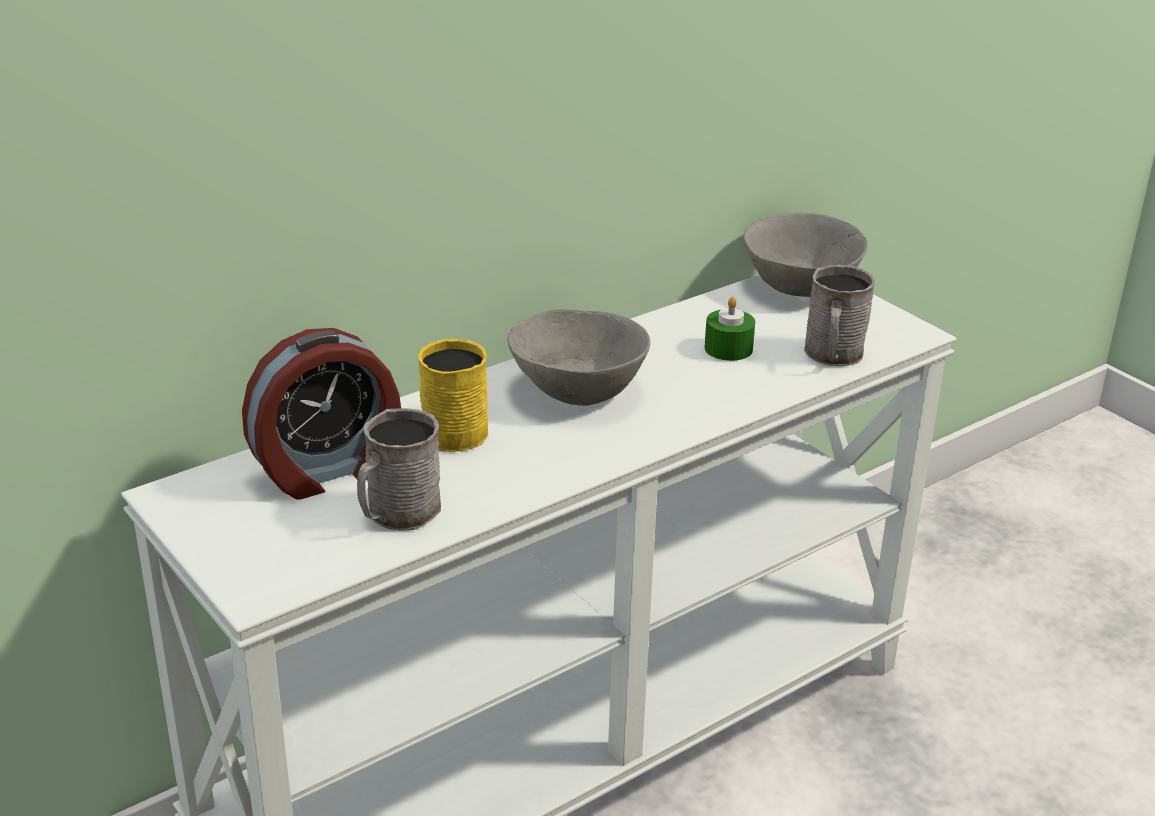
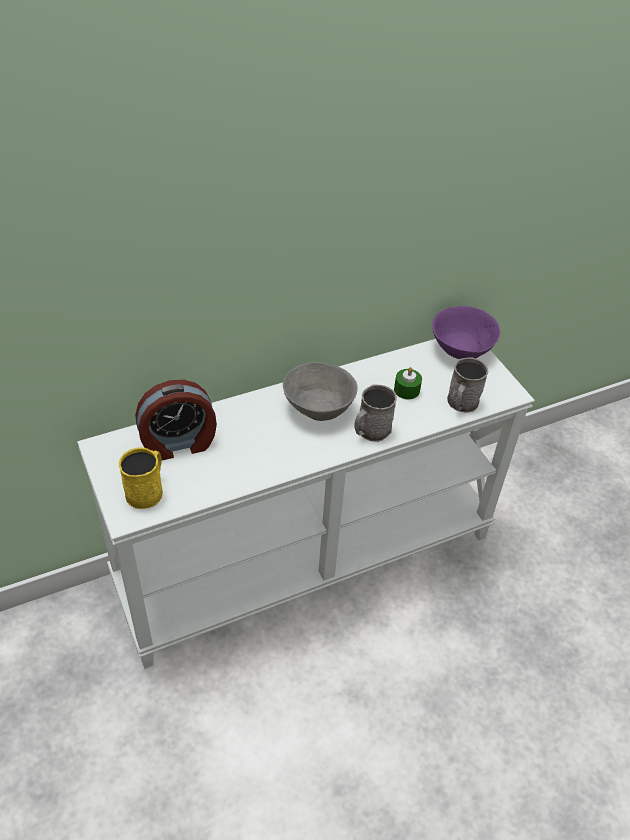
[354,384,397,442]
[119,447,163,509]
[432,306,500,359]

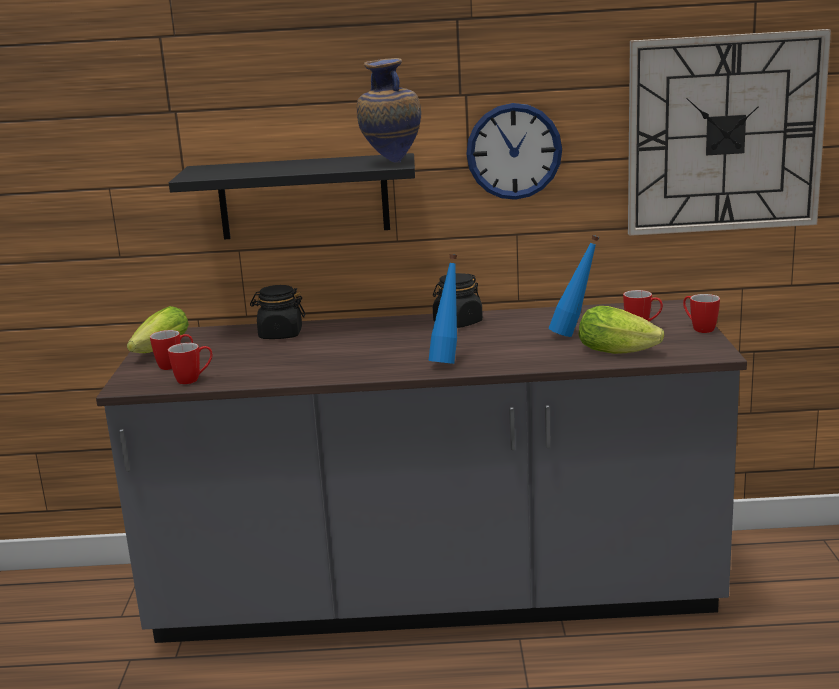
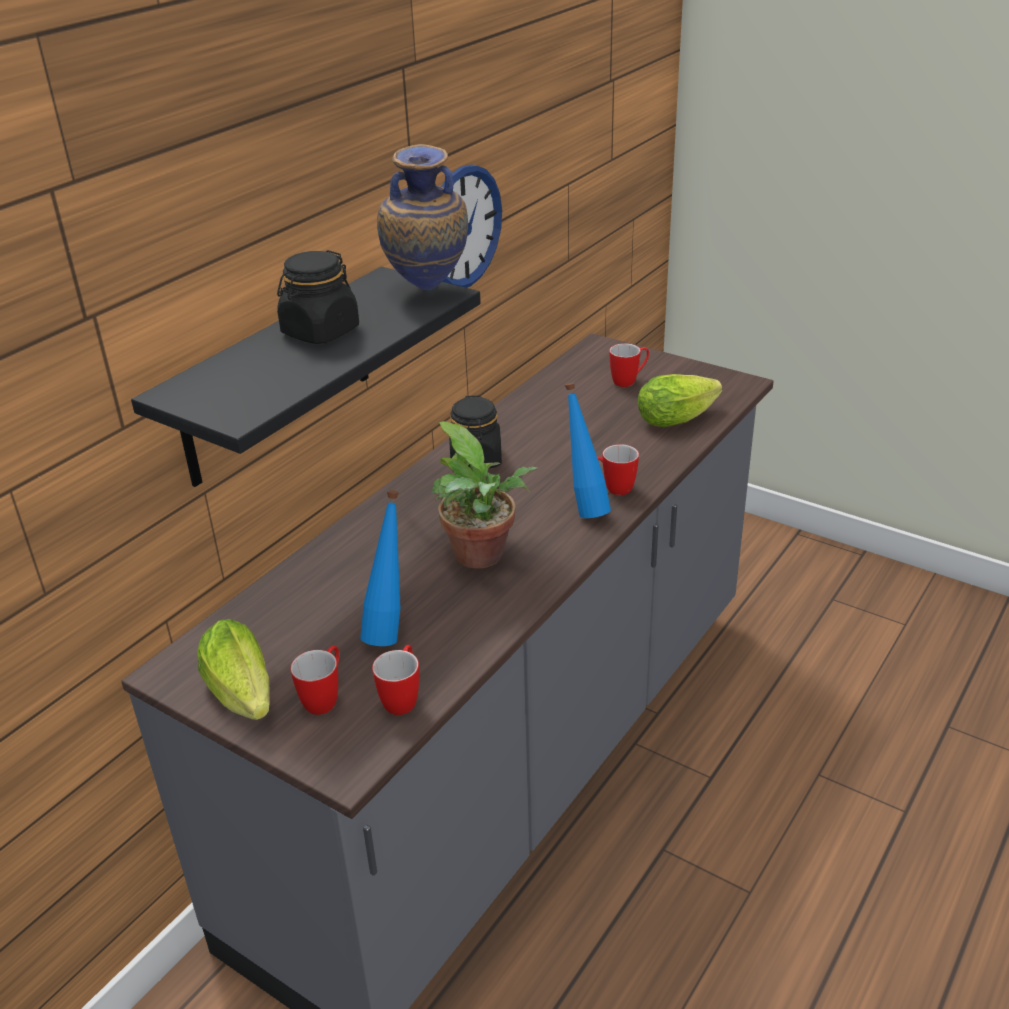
[277,250,359,344]
[360,490,400,646]
[628,29,831,236] (first image)
[597,444,639,495]
[432,421,538,568]

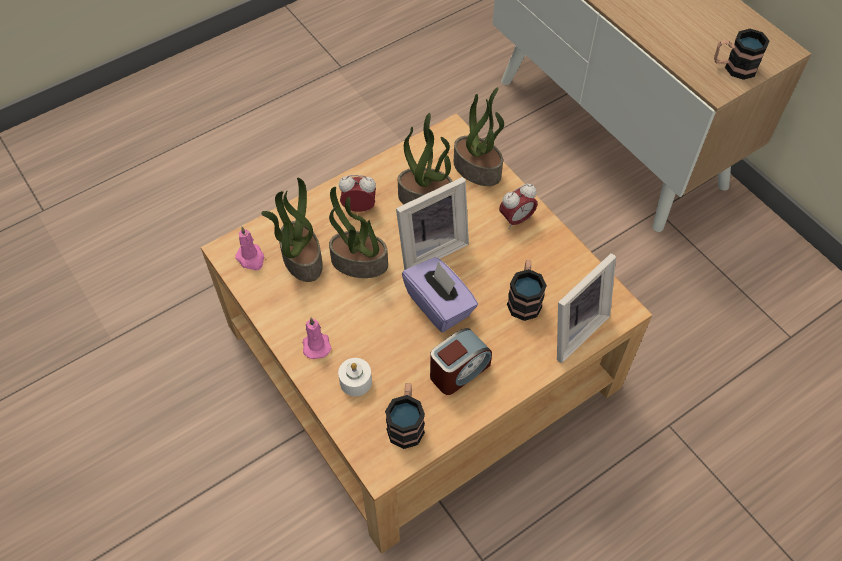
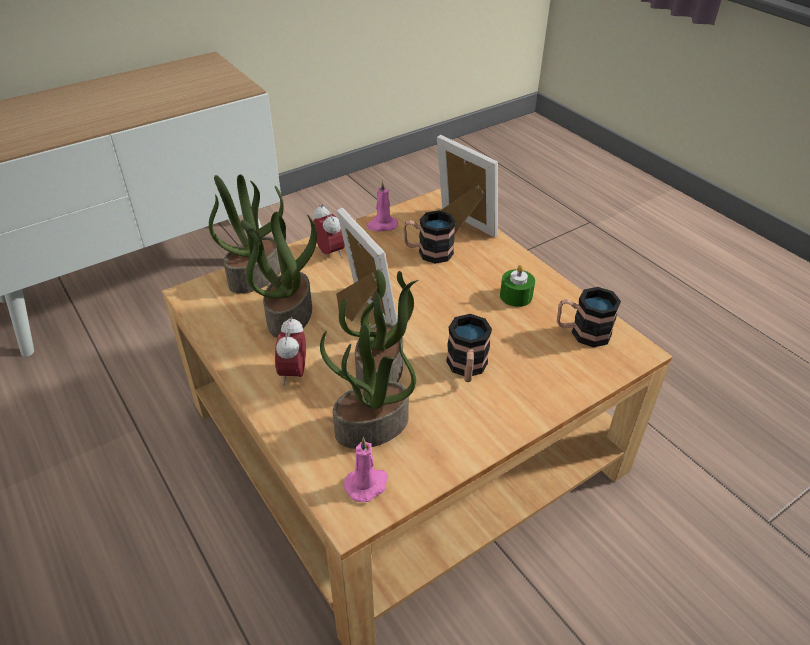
[366,180,398,232]
[338,358,372,396] (first image)
[402,257,478,333] (first image)
[500,265,535,307]
[446,314,492,382]

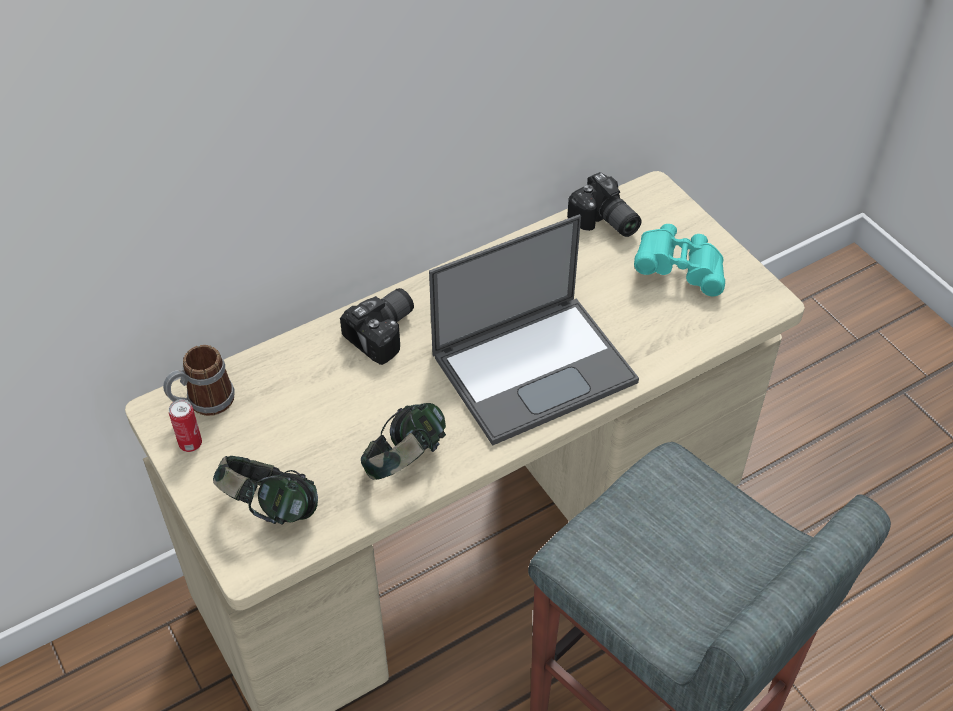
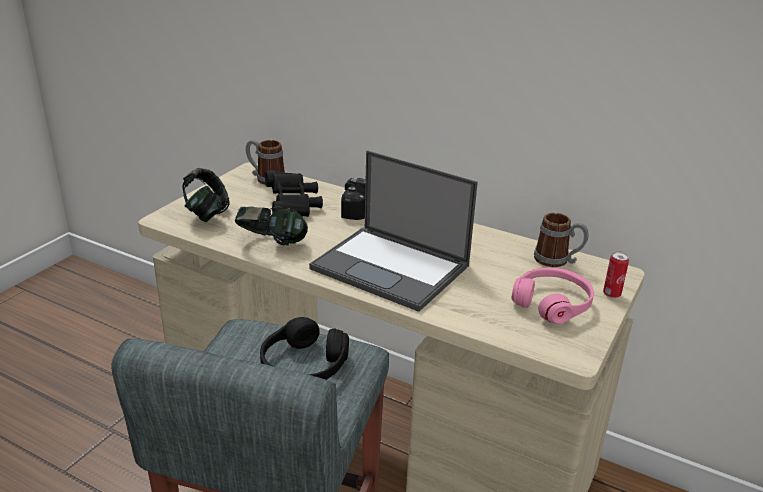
[603,251,629,298]
[534,213,589,267]
[512,268,594,324]
[260,317,349,380]
[265,170,323,217]

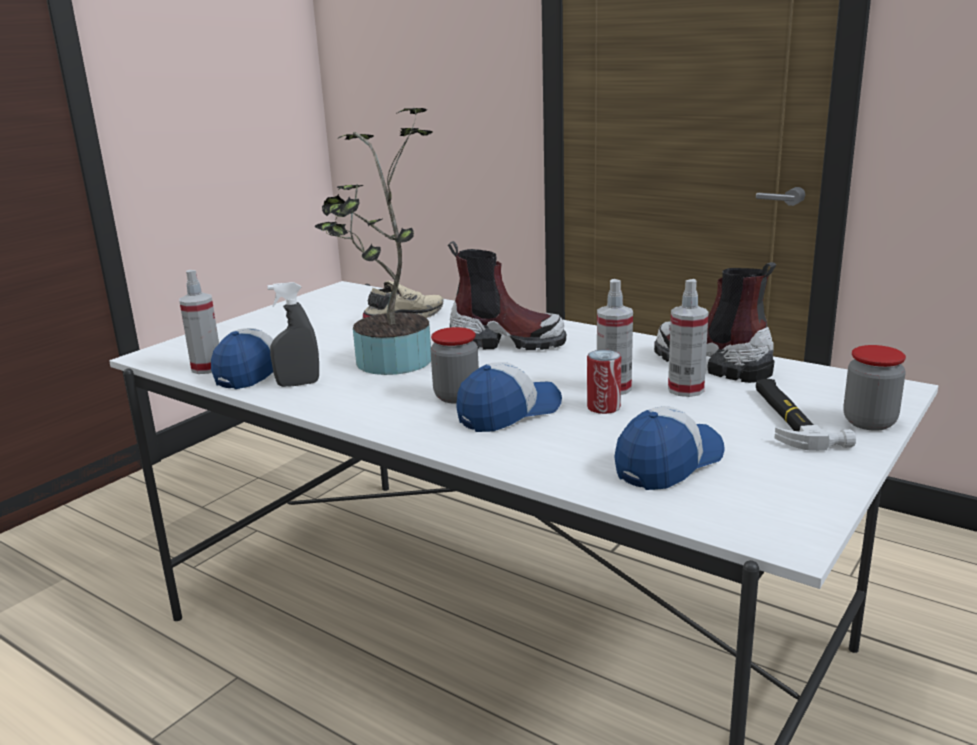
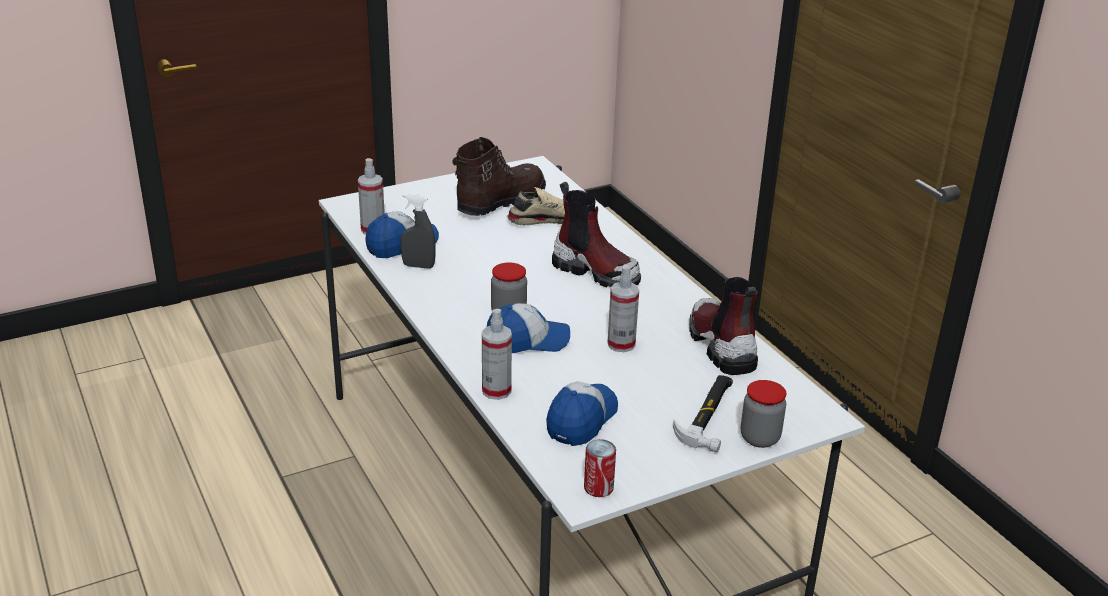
[315,108,433,375] (first image)
[584,439,616,497]
[546,381,618,446]
[482,309,512,400]
[452,137,546,216]

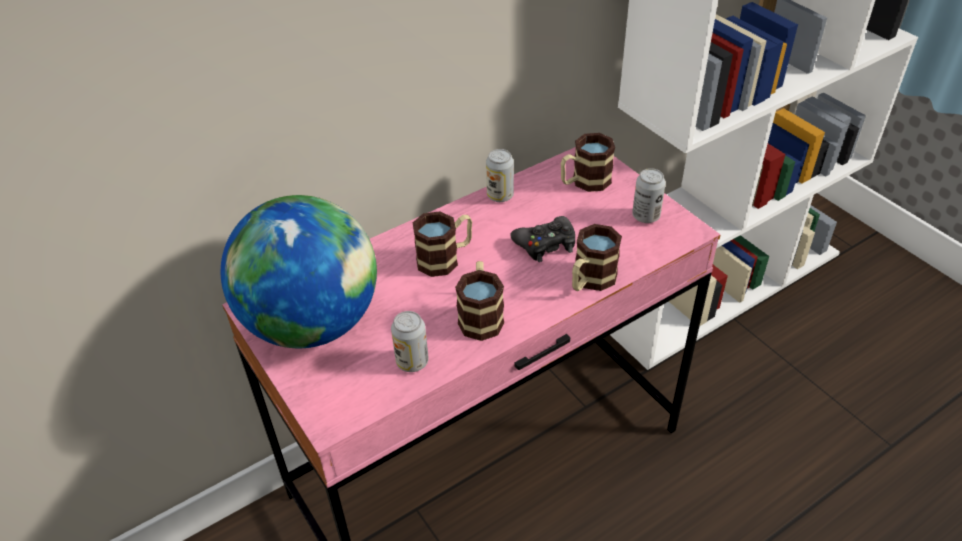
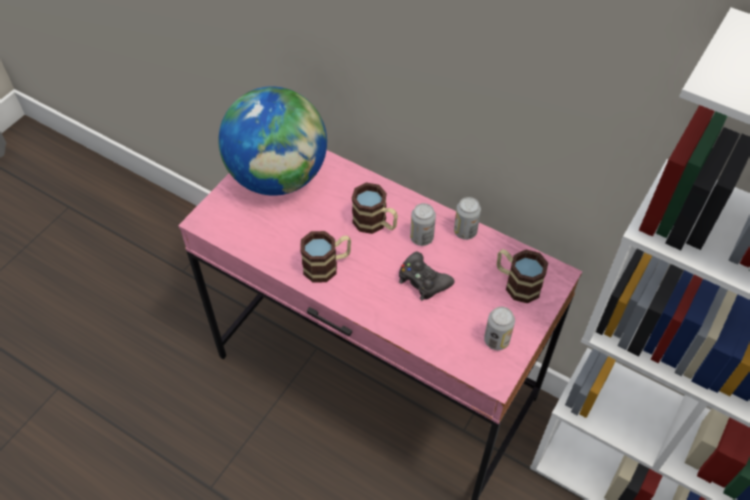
[410,203,436,246]
[572,224,622,291] (first image)

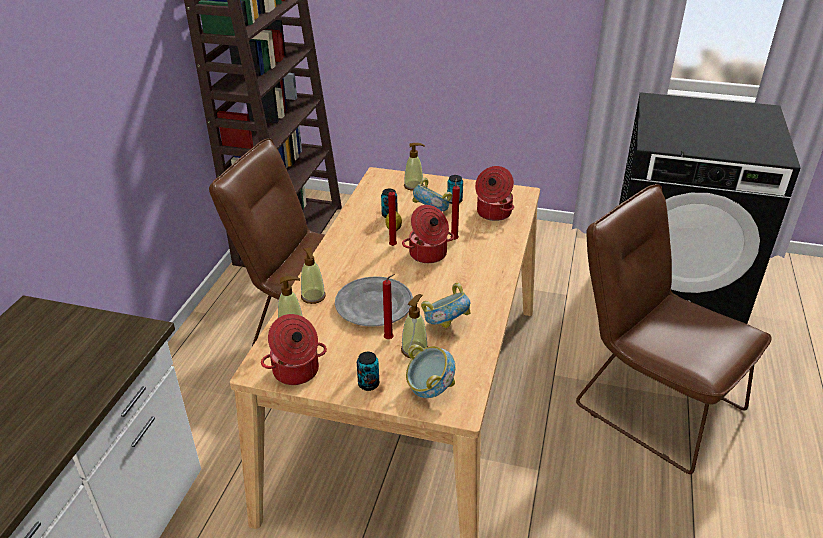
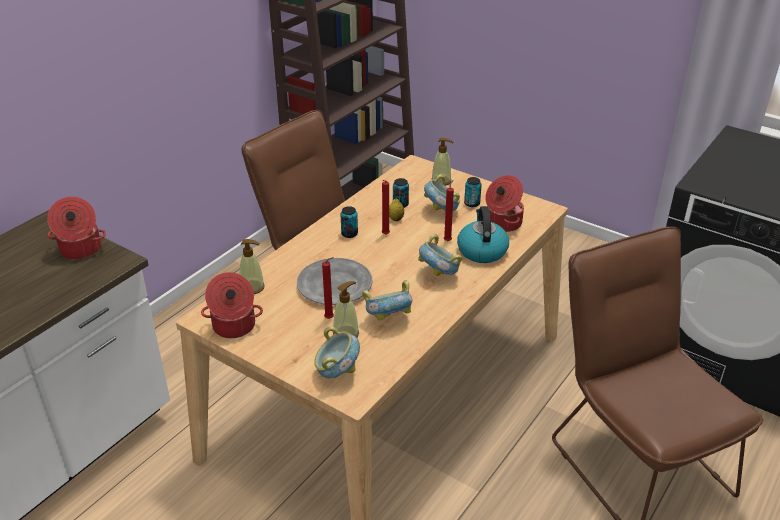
[301,247,326,304] (first image)
[341,206,358,238]
[47,197,106,259]
[418,234,462,276]
[457,206,509,263]

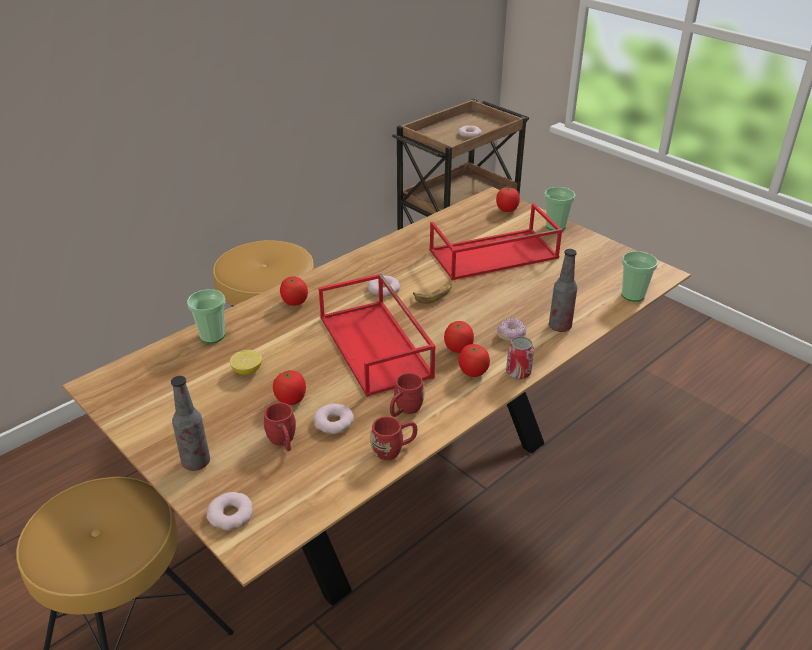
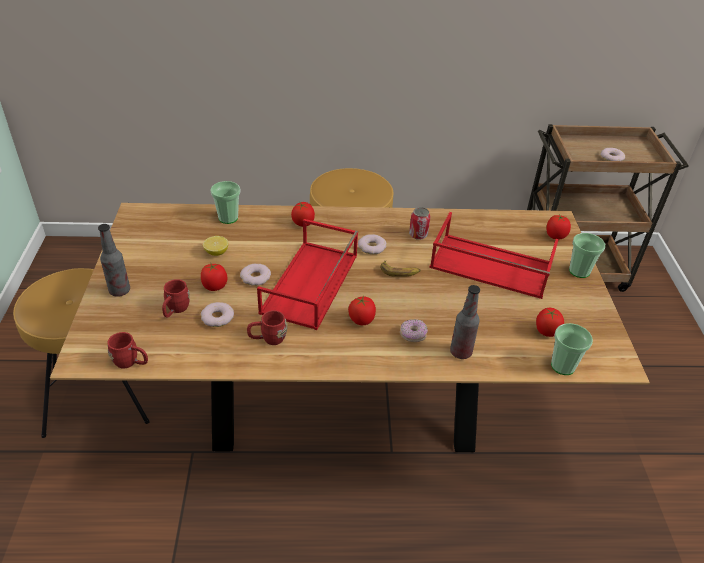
[240,264,271,286]
[107,332,148,369]
[536,308,564,337]
[409,207,430,240]

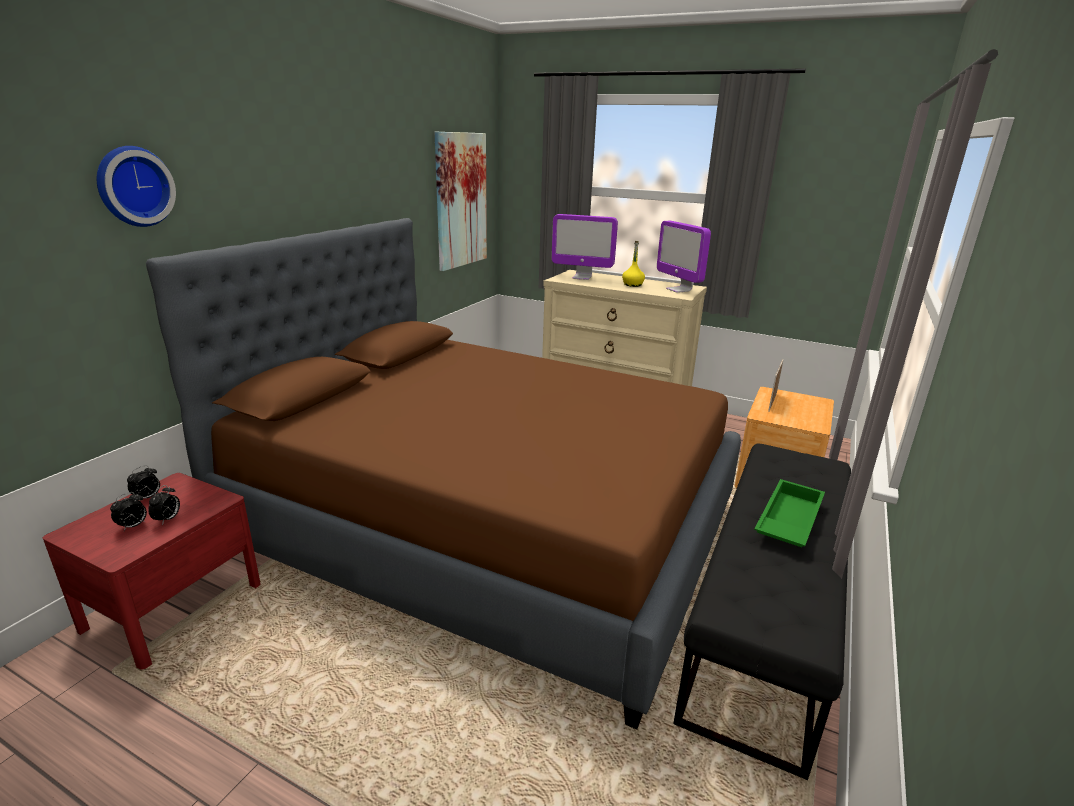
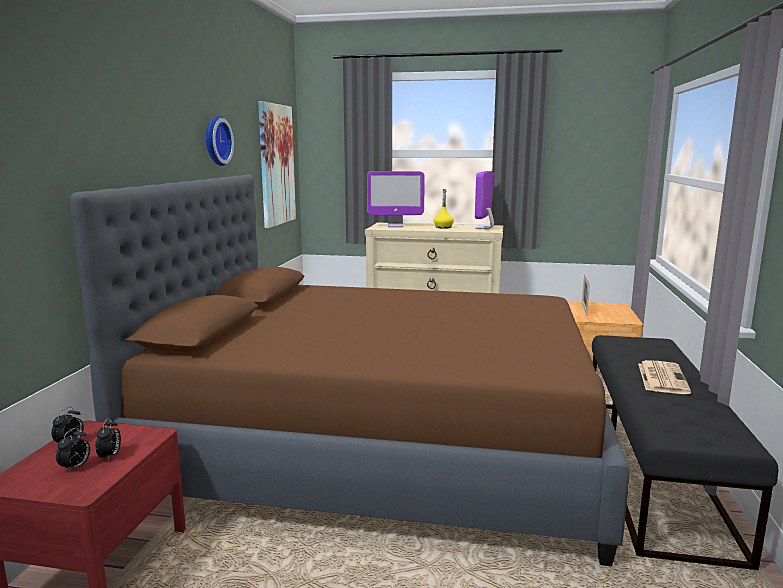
[206,116,234,166]
[475,171,494,229]
[638,360,691,394]

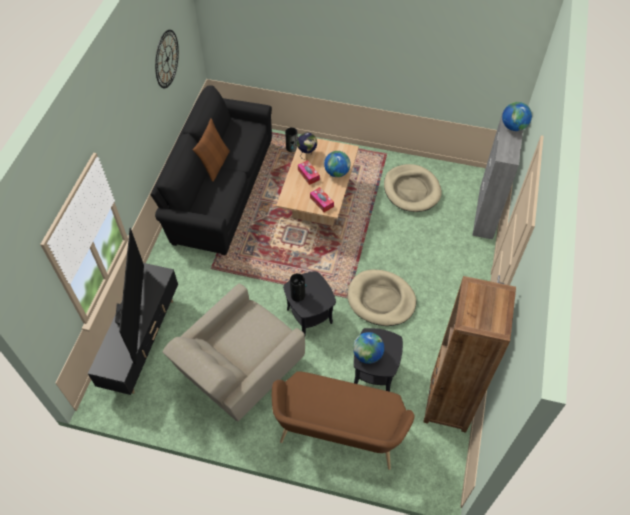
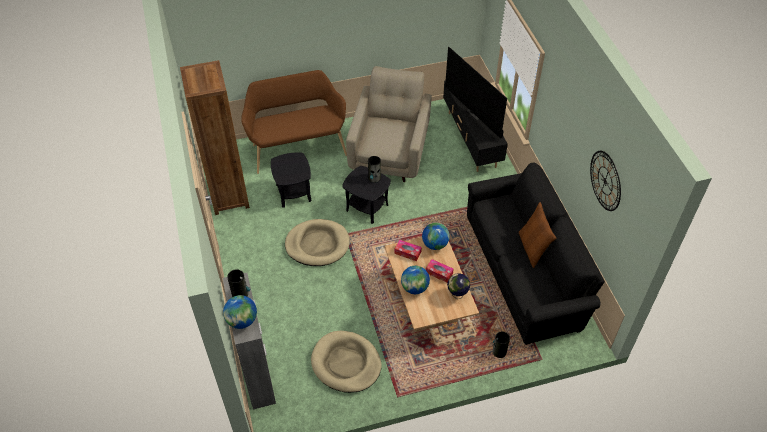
[422,222,450,250]
[227,269,250,297]

